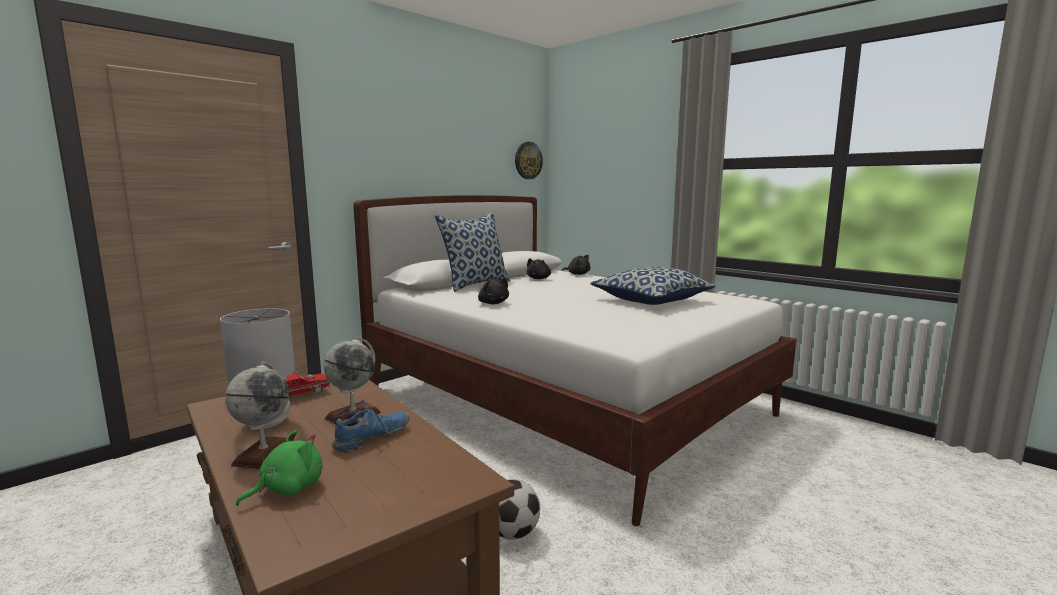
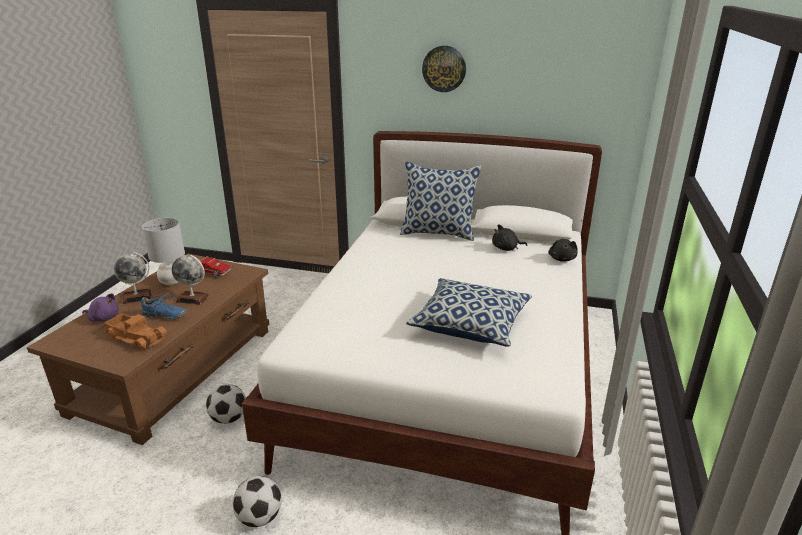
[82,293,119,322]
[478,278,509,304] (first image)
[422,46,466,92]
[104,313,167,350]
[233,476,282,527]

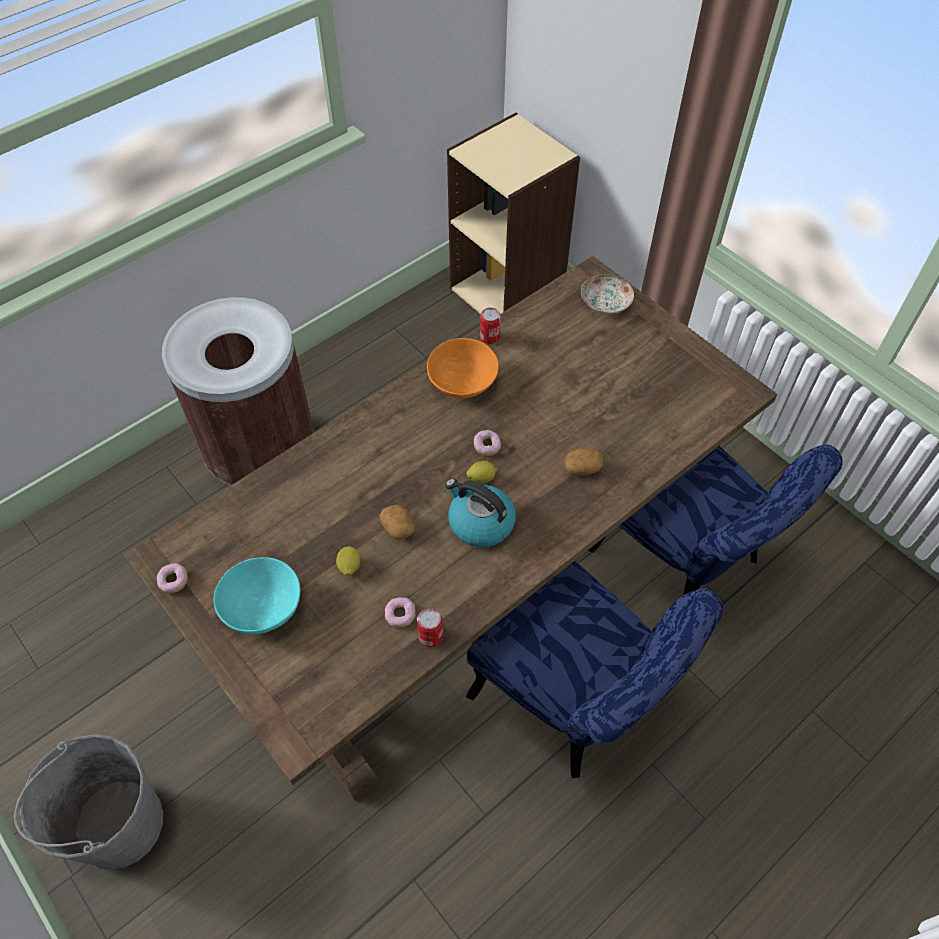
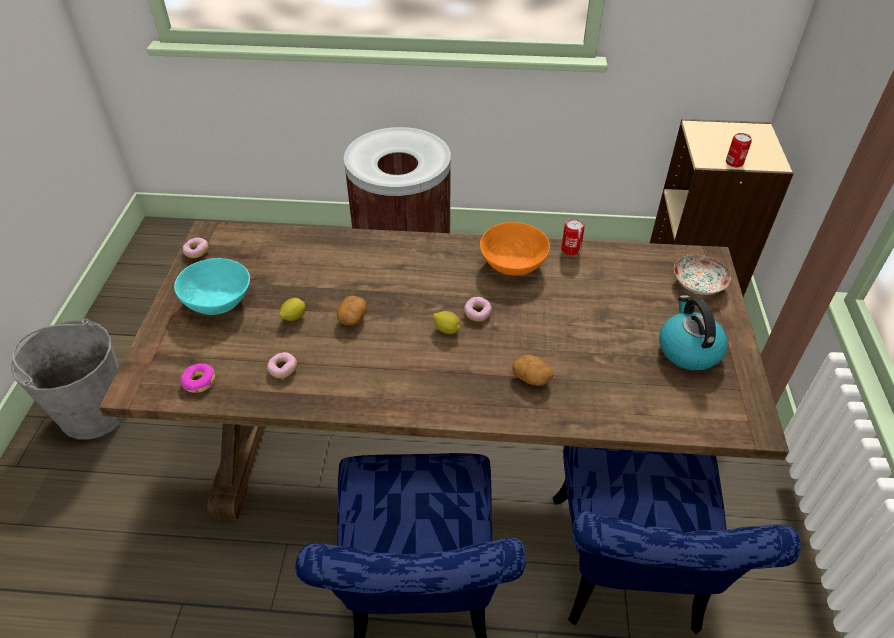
[726,133,752,167]
[659,295,728,370]
[180,363,215,393]

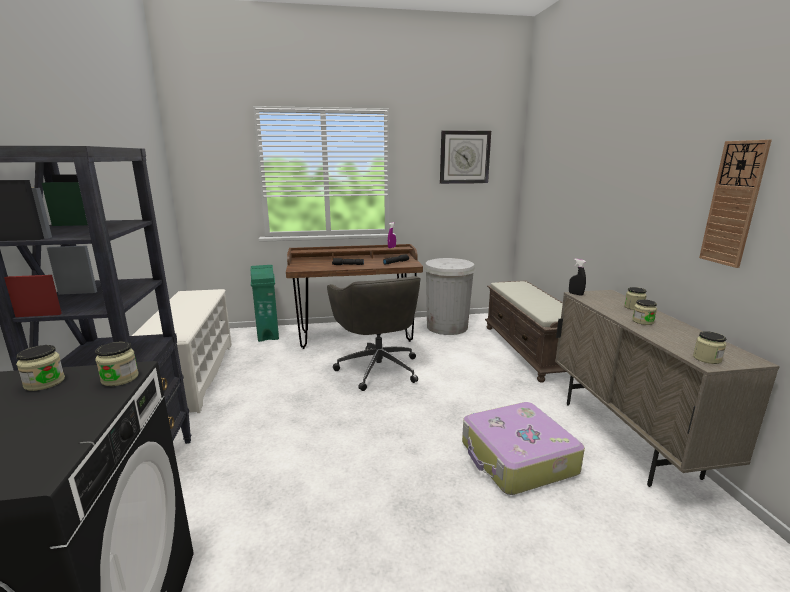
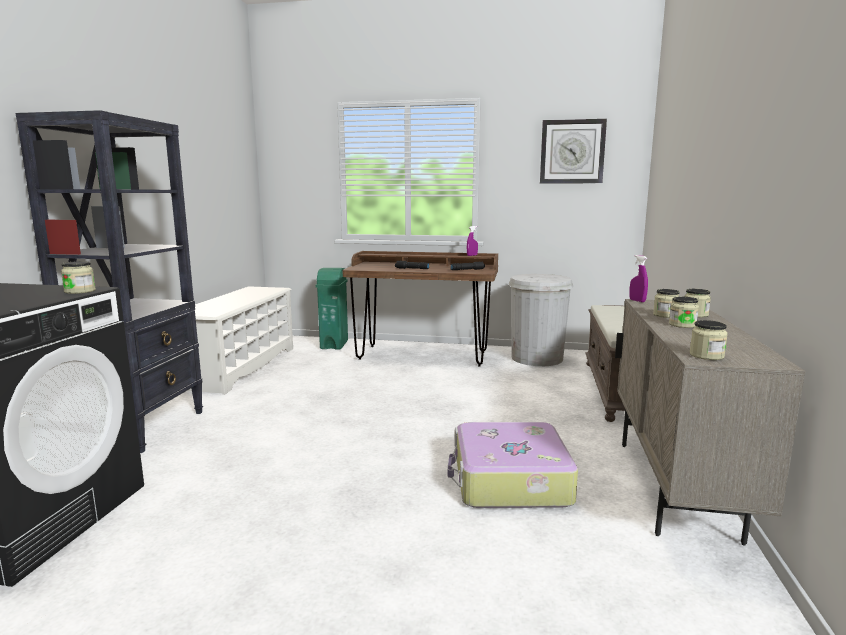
[653,289,680,318]
[327,276,421,391] (first image)
[629,255,648,302]
[699,140,772,268] (first image)

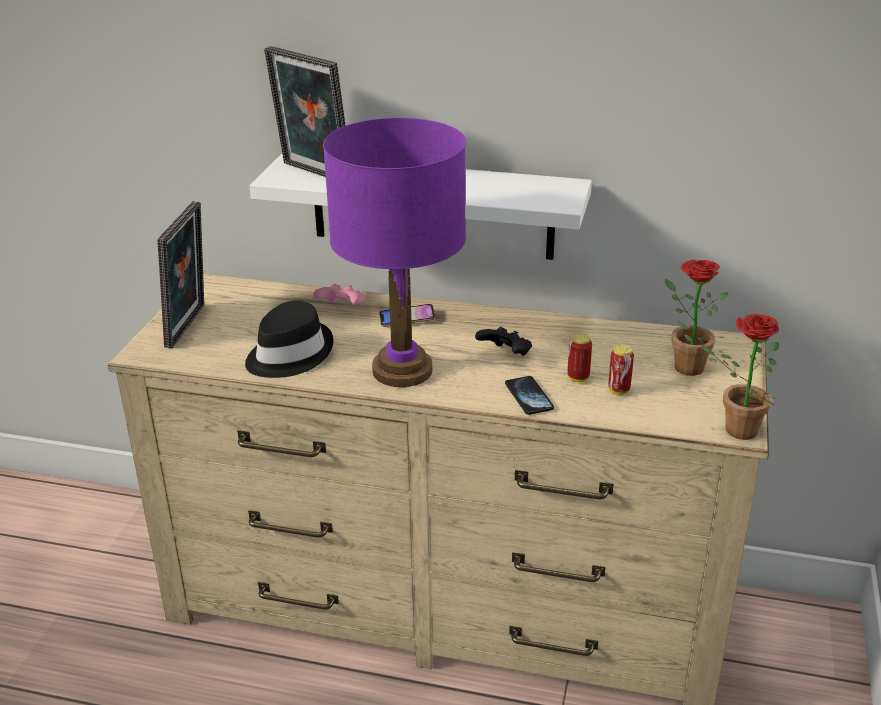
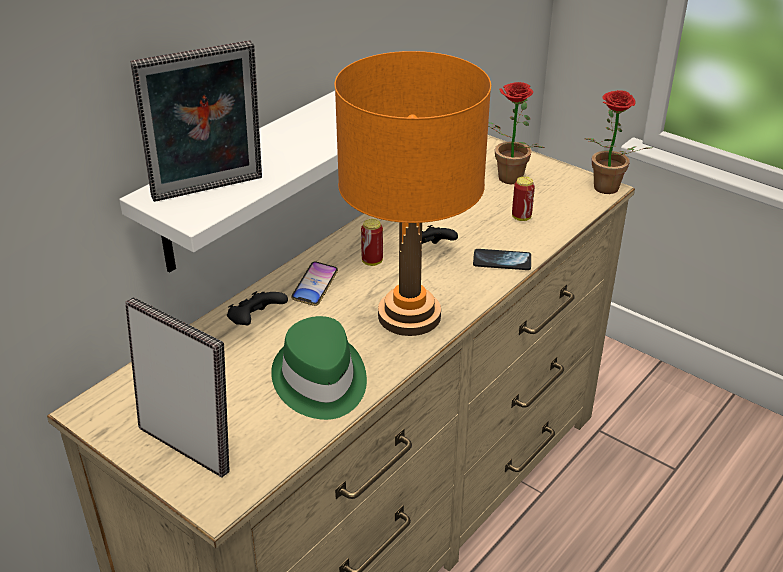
[271,316,367,420]
[227,291,288,325]
[334,51,491,336]
[361,219,383,266]

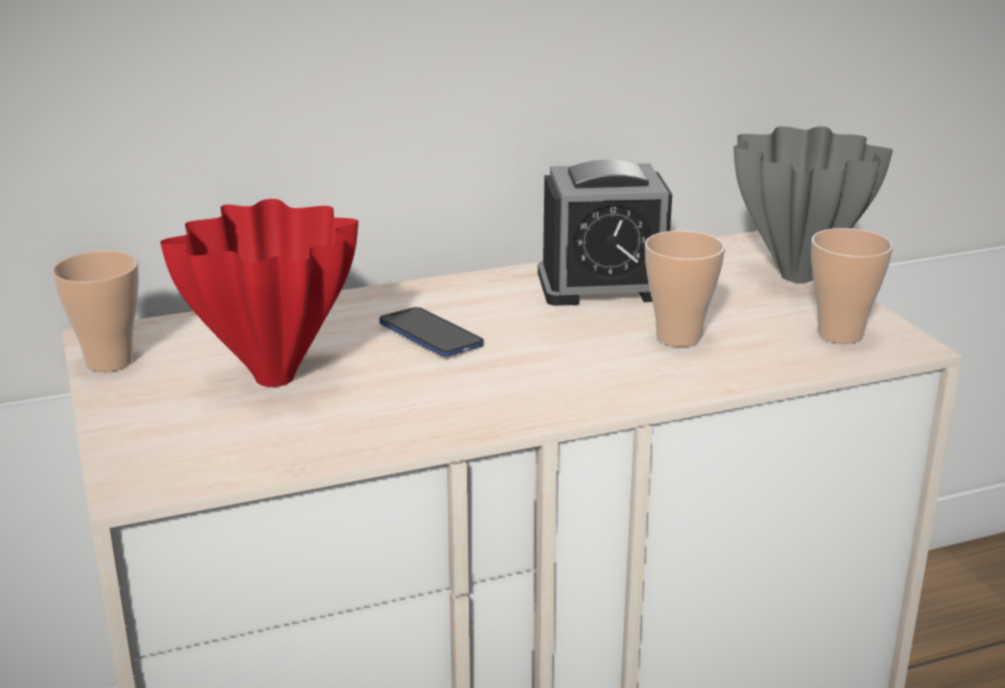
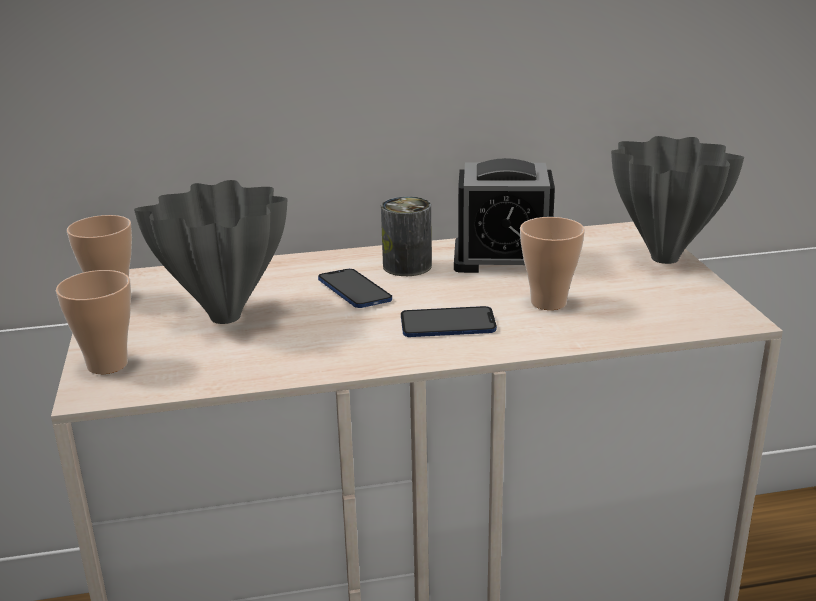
[134,180,287,324]
[56,270,131,374]
[381,196,432,276]
[401,306,497,337]

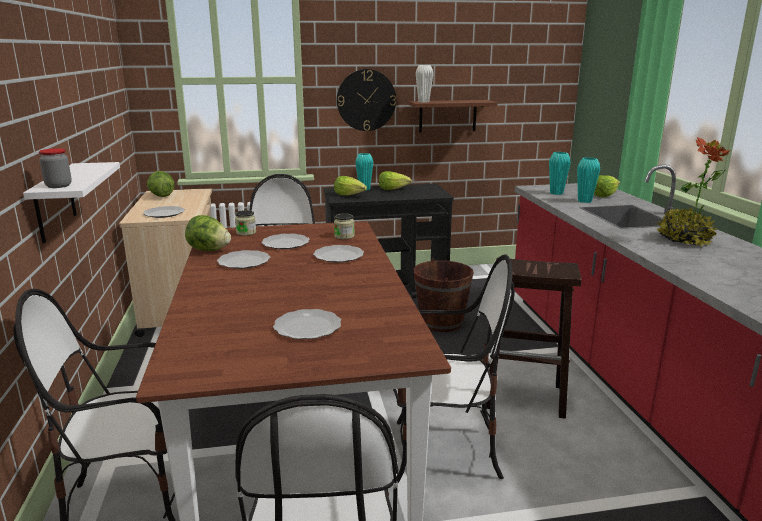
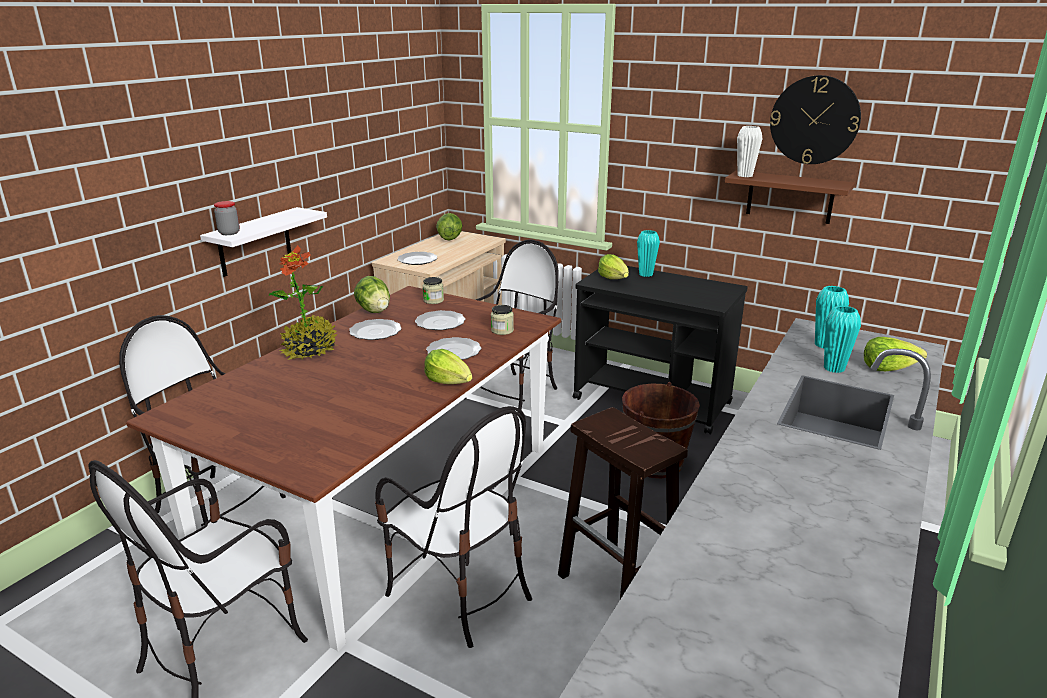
[273,309,341,339] (first image)
[770,75,861,164]
[424,349,472,384]
[268,245,337,360]

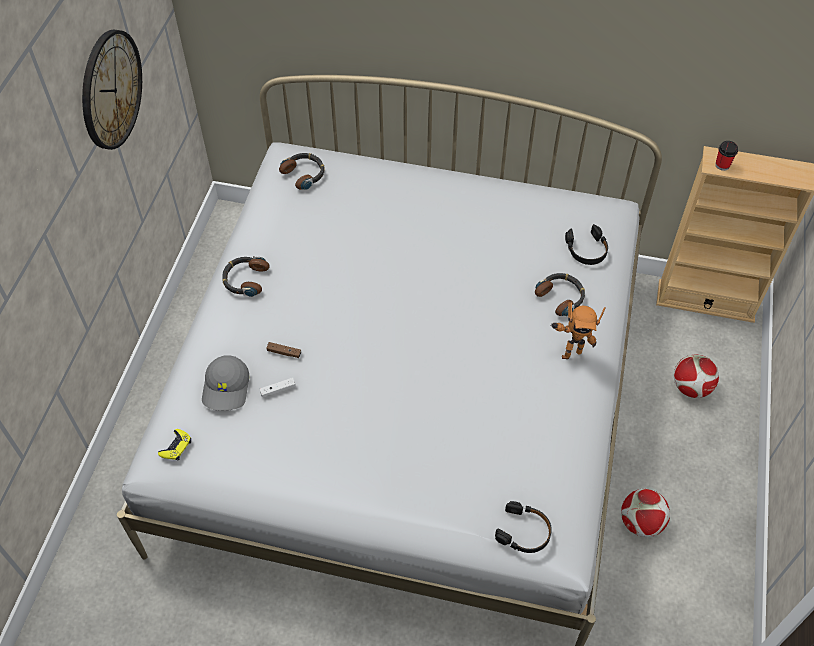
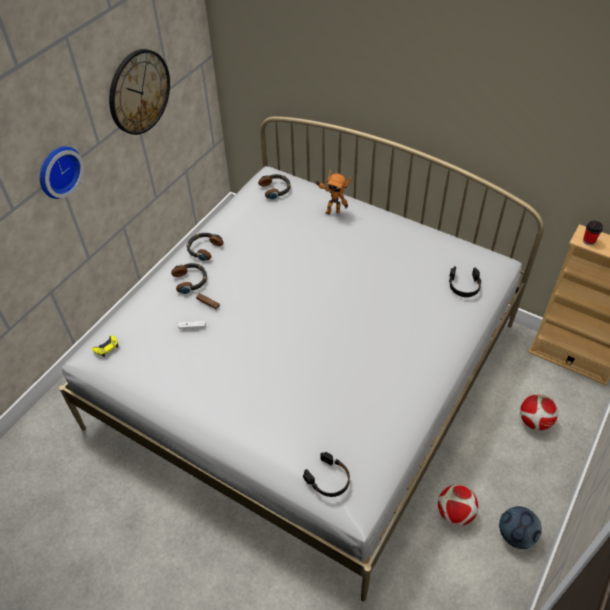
[202,355,249,411] (first image)
[171,263,207,294]
[315,169,353,215]
[40,146,84,199]
[499,506,542,549]

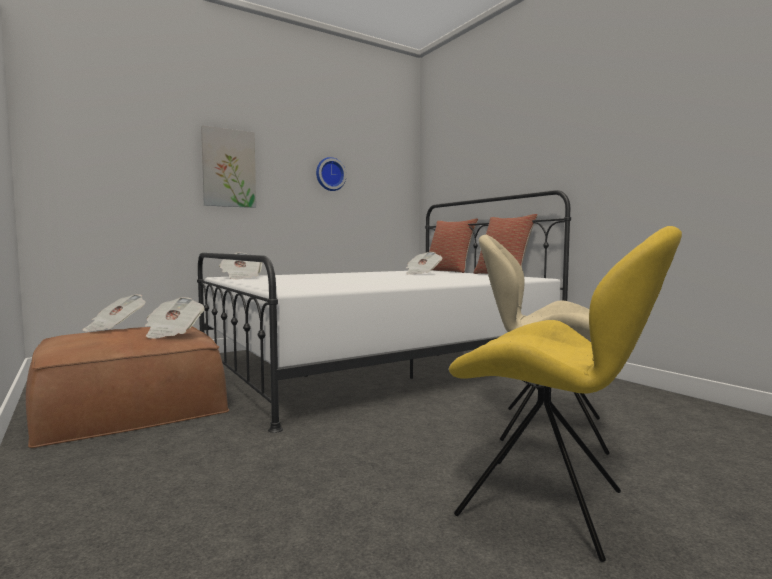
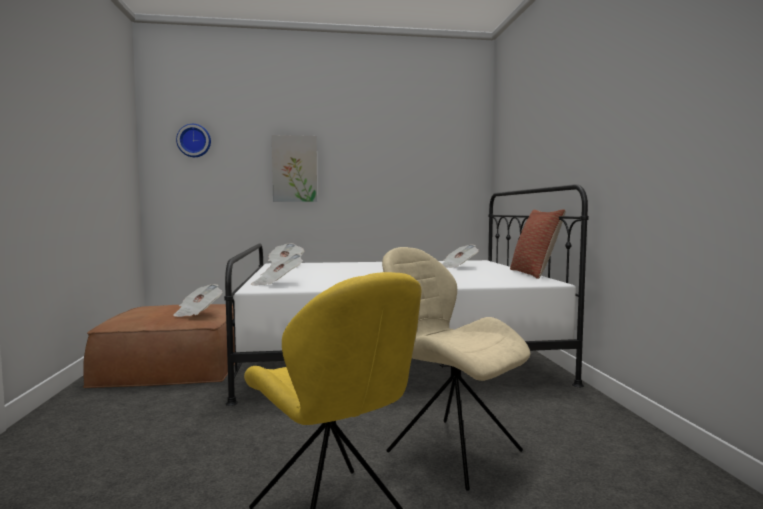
[251,254,303,286]
[176,124,211,157]
[429,219,478,273] (first image)

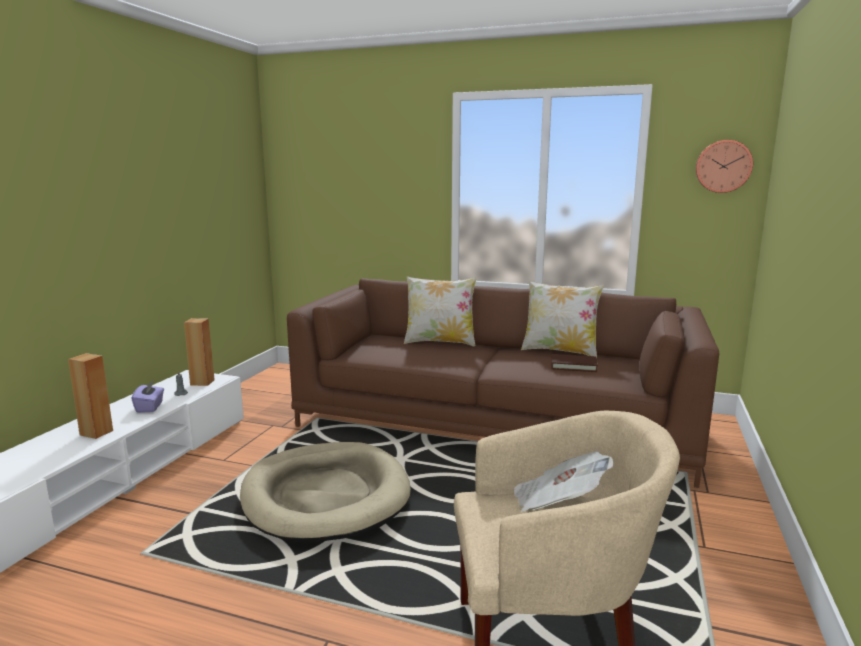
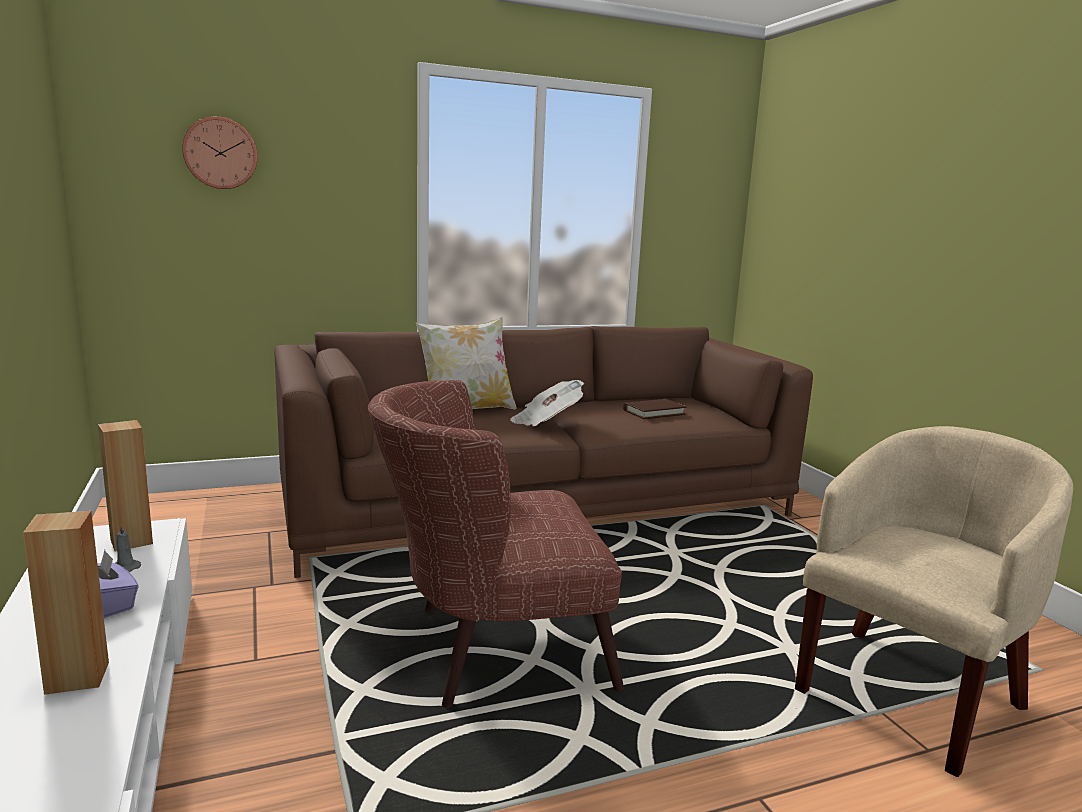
[368,380,624,708]
[510,380,584,426]
[521,281,604,358] (first image)
[182,116,257,189]

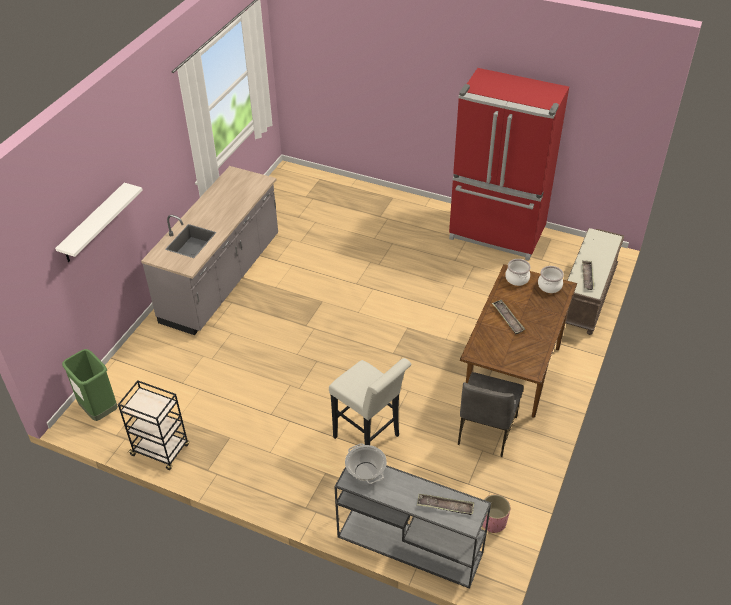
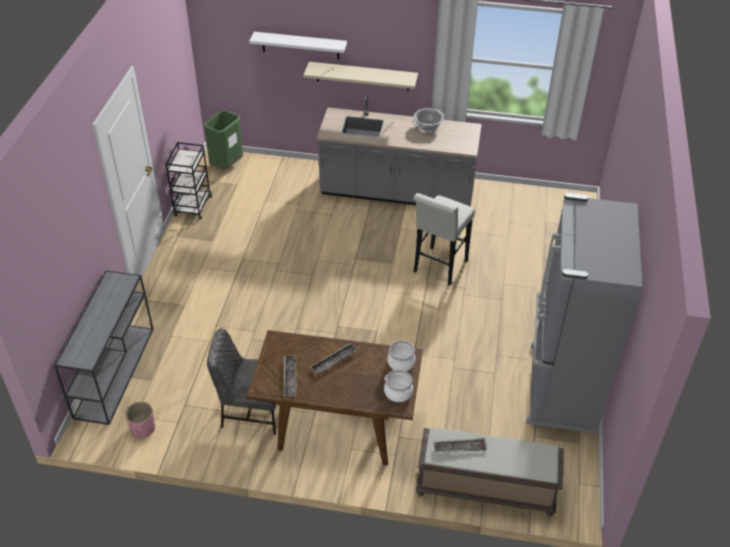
[413,193,475,286]
[412,108,445,131]
[284,355,297,397]
[526,193,642,434]
[303,62,418,91]

